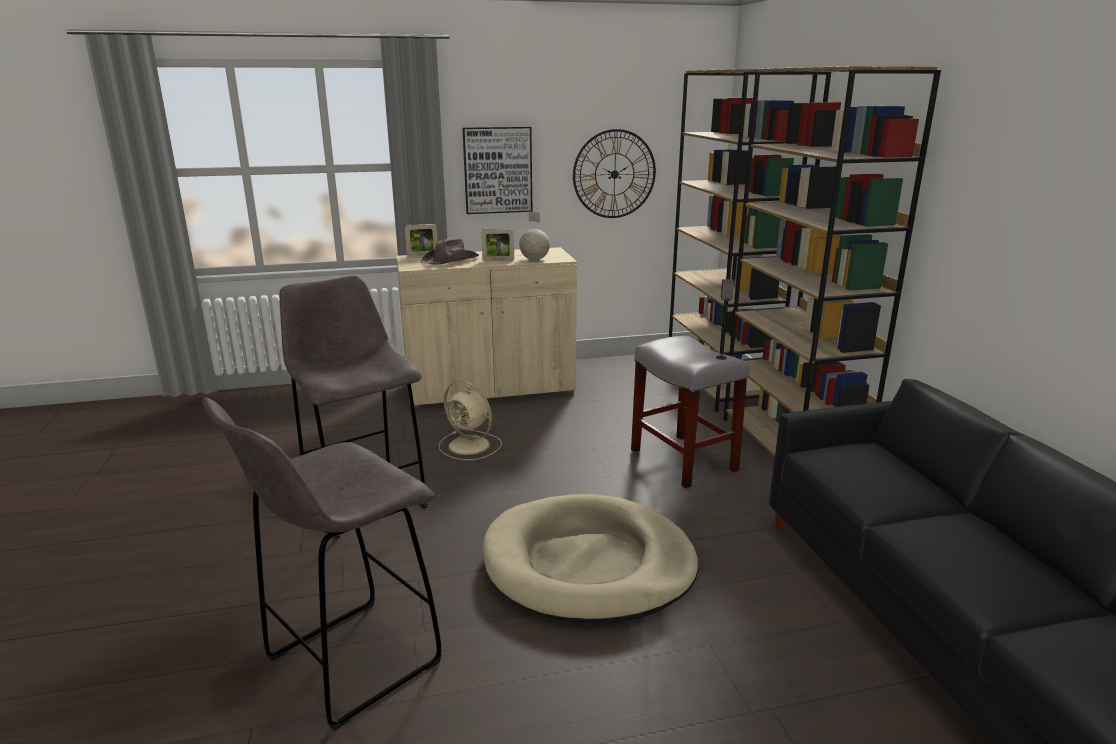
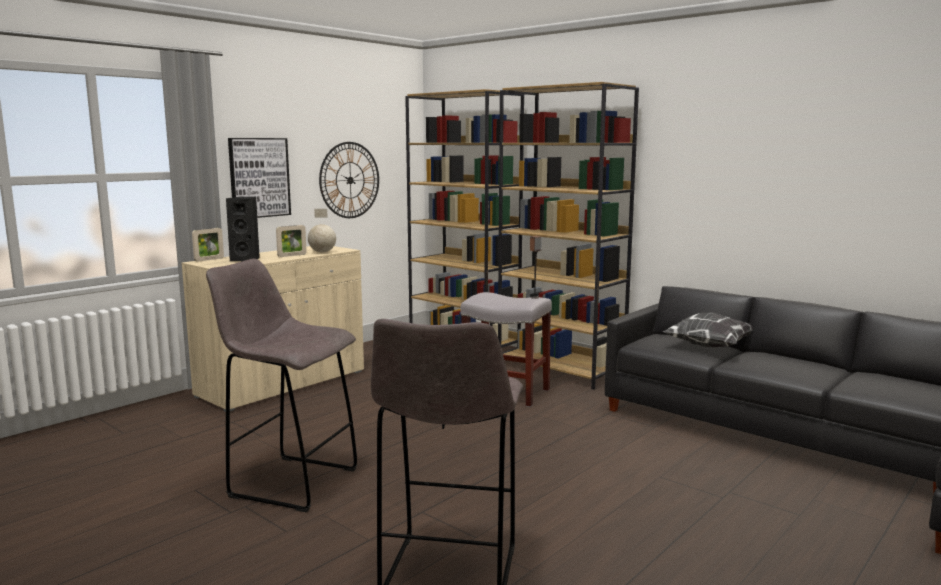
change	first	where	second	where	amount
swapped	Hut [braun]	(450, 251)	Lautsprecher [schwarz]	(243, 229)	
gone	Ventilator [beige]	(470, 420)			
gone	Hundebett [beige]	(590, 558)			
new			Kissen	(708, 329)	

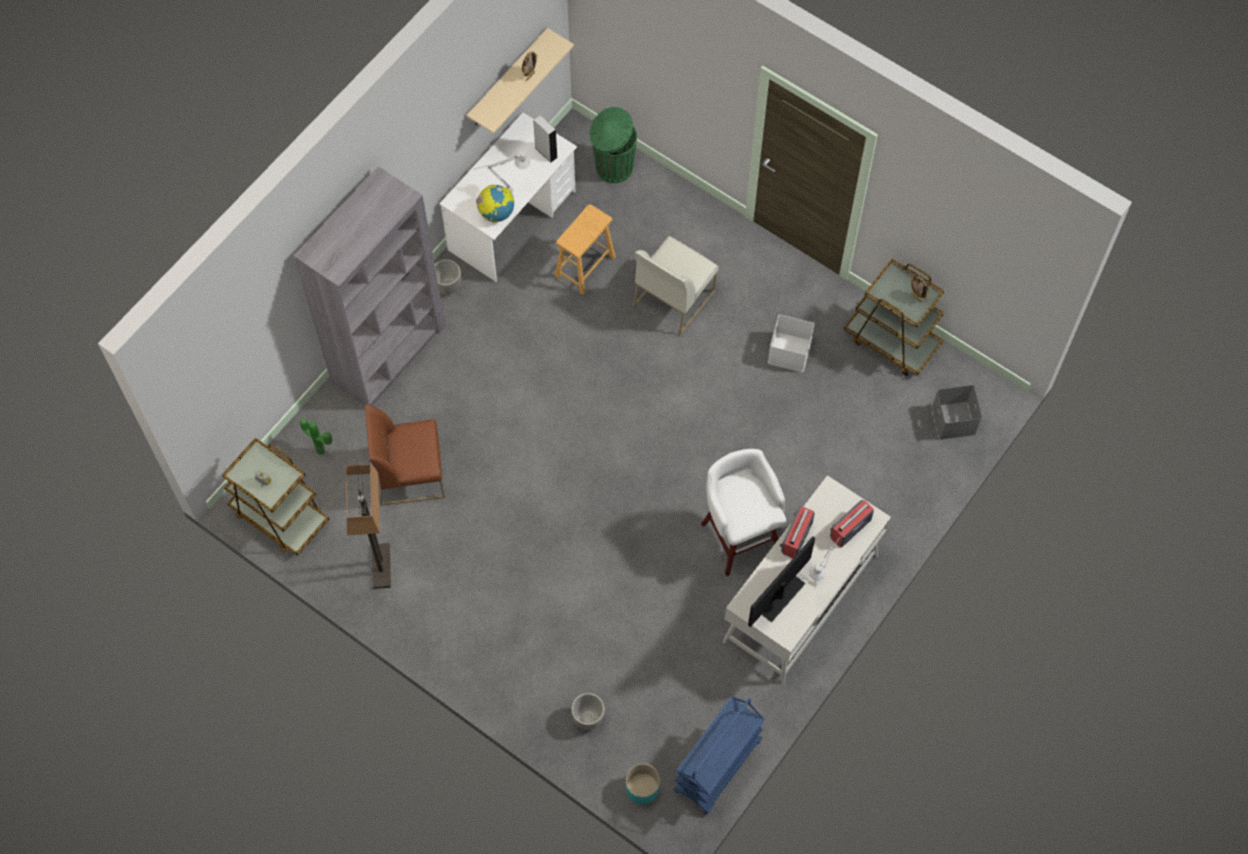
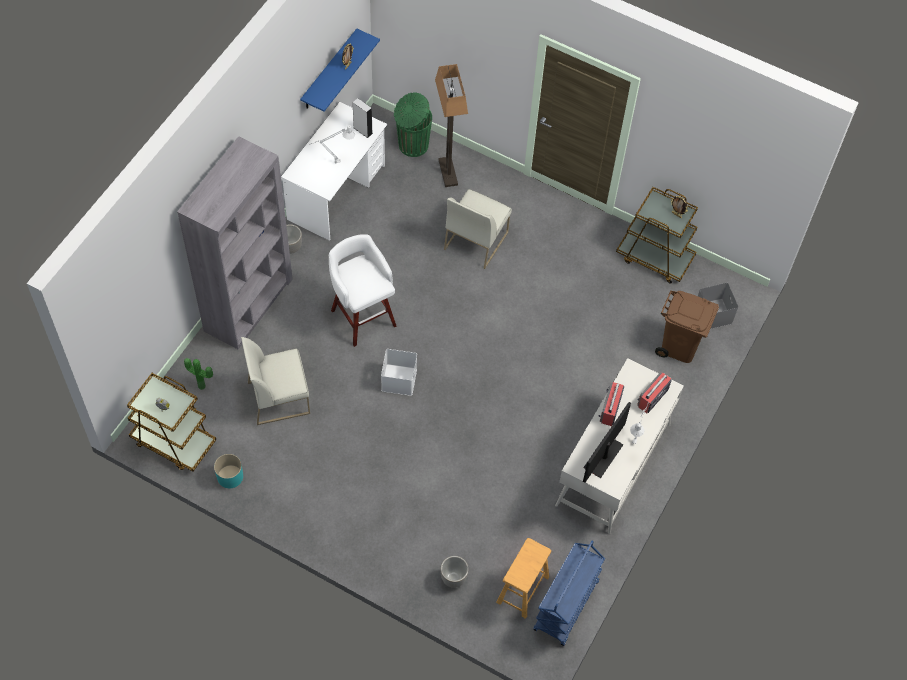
change	first	where	second	where	amount
shifted	Stehlampe	(368, 526)		(451, 125)	
repainted	Stuhl [braun]	(405, 455)	Stuhl [weiß]	(275, 381)	
repainted	Wandregal [beige]	(520, 81)	Wandregal [blau]	(340, 70)	
gone	Globus	(495, 203)			
shifted	Hocker [braun]	(585, 249)		(523, 578)	
shifted	Pflanzkübel [türkis]	(643, 784)		(228, 471)	
shifted	Hocker [weiß]	(743, 512)		(363, 290)	
shifted	Aufbewahrungsbox [weiß]	(791, 343)		(399, 372)	
new			Mülleimer [braun]	(687, 327)	

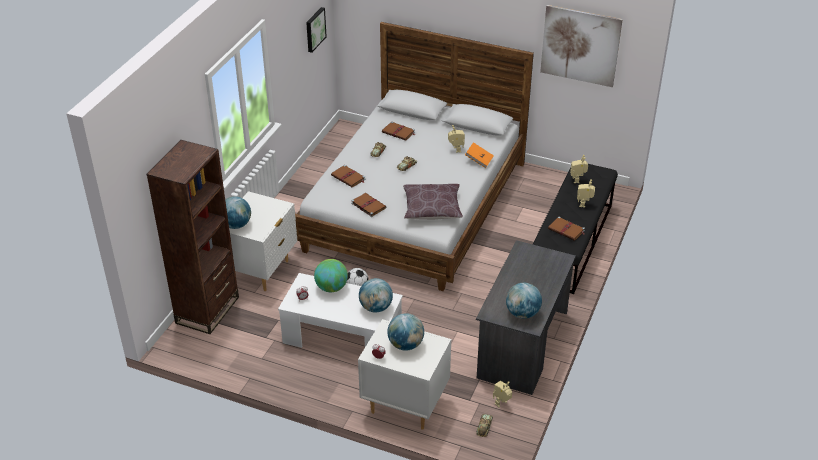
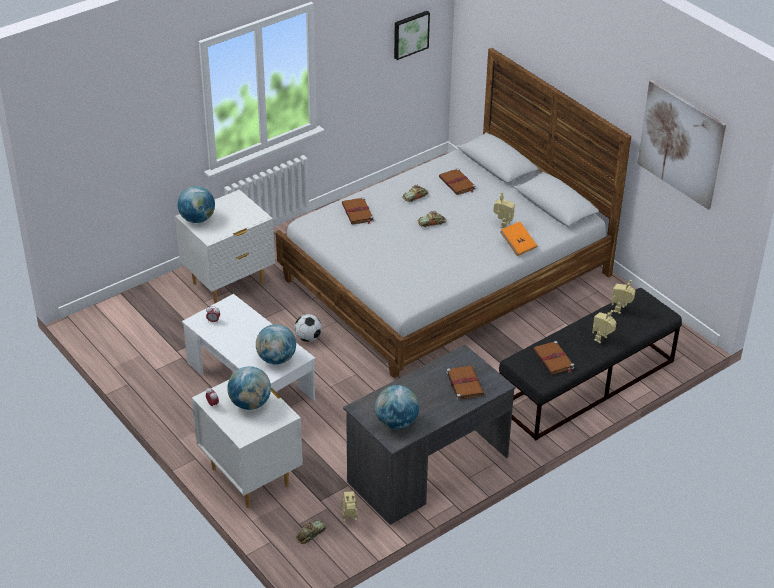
change	first	where	second	where	amount
gone	Bücherregal [braun]	(193, 237)			
gone	Globus	(331, 275)			
shifted	Buch [braun]	(368, 205)		(465, 382)	
gone	Kissen [braun]	(433, 202)			

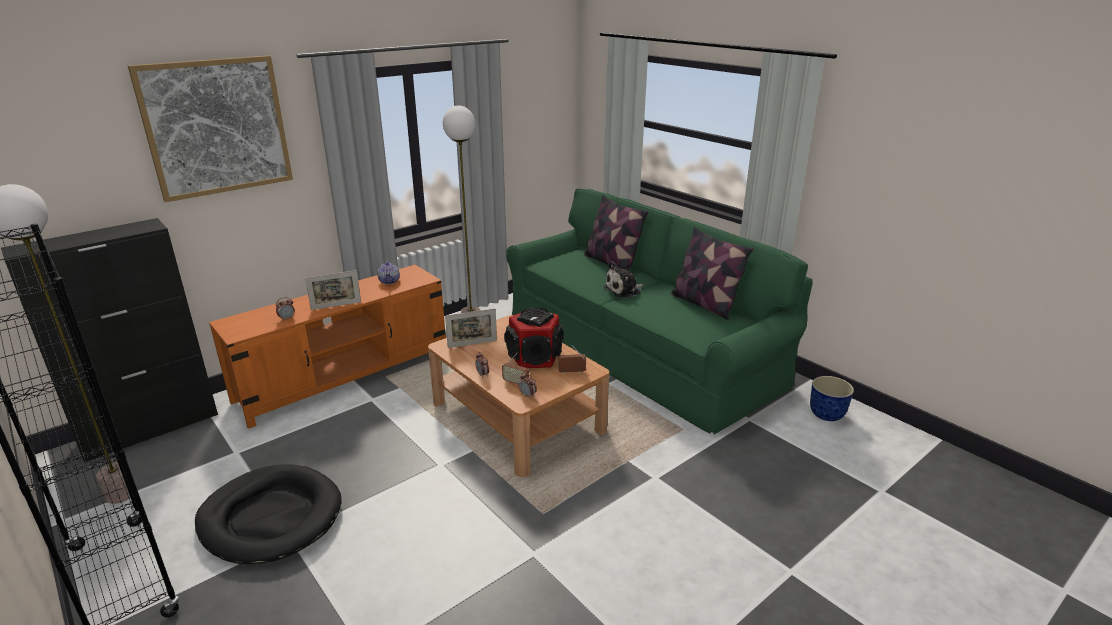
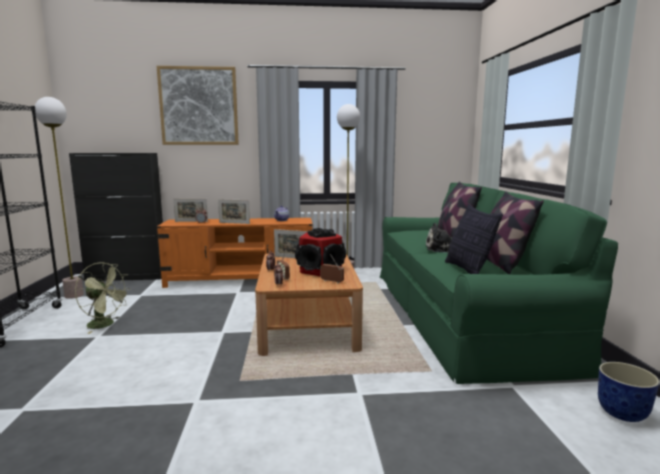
change	first	where	second	where	amount
swapped	Hundebett [schwarz]	(268, 514)	Ventilator [grün]	(103, 298)	
new			Bilderrahmen	(190, 210)	
new			Kissen	(474, 239)	

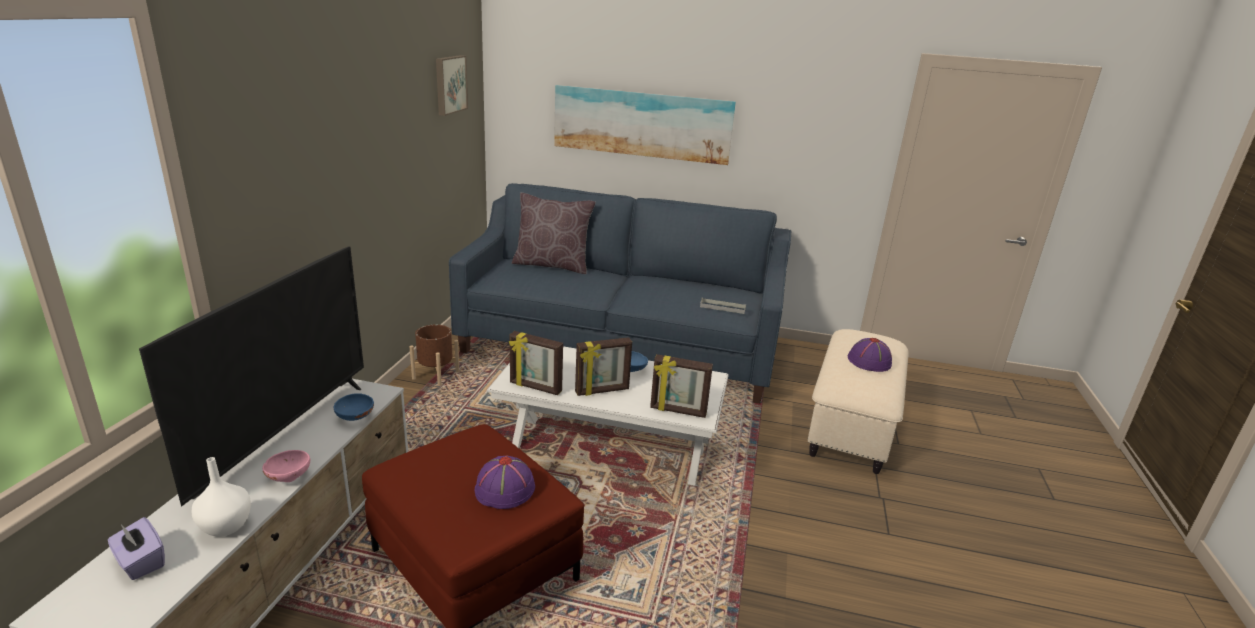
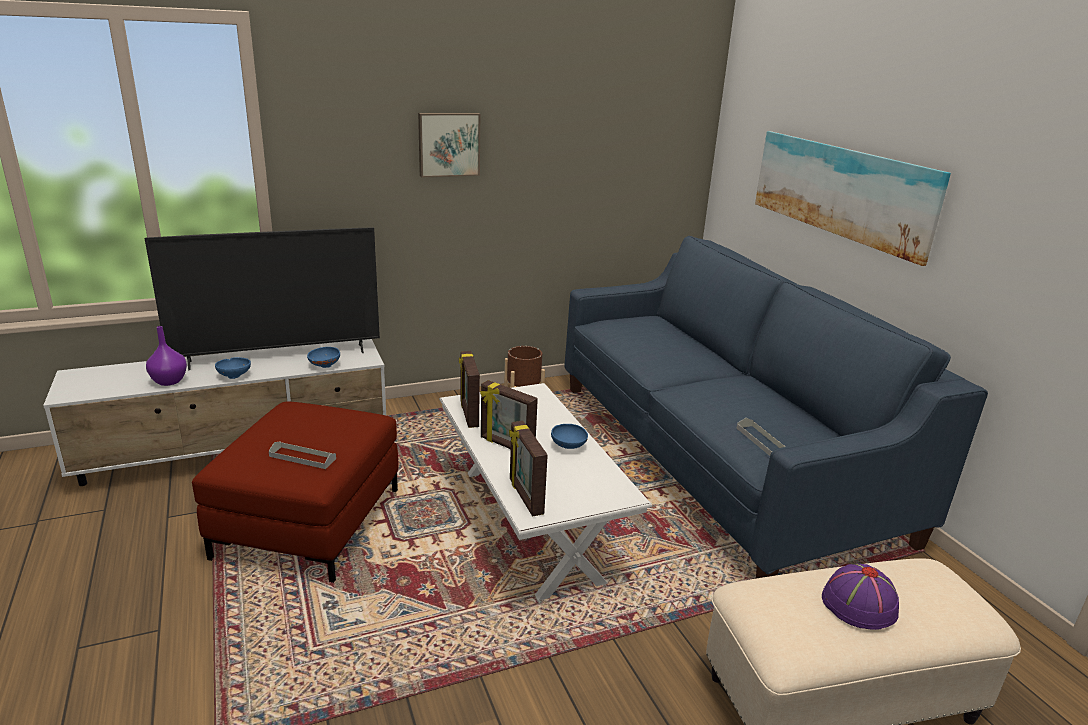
change	first	where	second	where	amount
gone	Taschentuchbox [lila]	(136, 548)			
repainted	Vase [weiß]	(221, 497)	Vase [lila]	(166, 356)	
repainted	Schüssel [rosa]	(286, 466)	Schüssel [blau]	(233, 368)	
shifted	Bild	(452, 85)		(449, 145)	
swapped	Hut [lila]	(504, 482)	Tablett [grau]	(302, 455)	
gone	Kissen [braun]	(554, 233)			

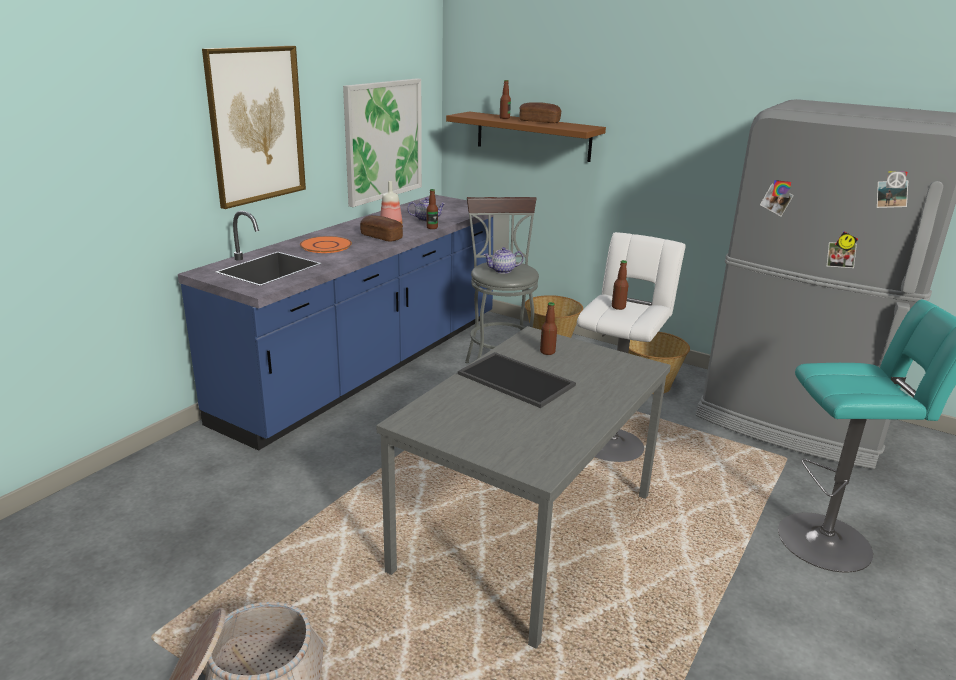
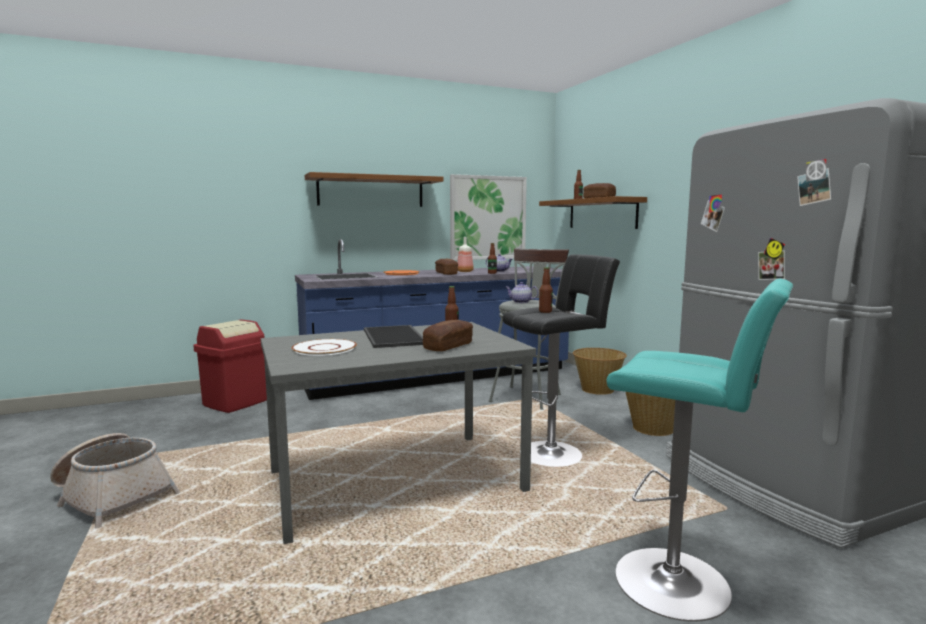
change	first	where	second	where	amount
swapped	Bild	(254, 127)	Wandregal [braun]	(374, 189)	
repainted	Hocker [weiß]	(631, 347)	Hocker [schwarz]	(561, 360)	
new			Mülleimer [rot]	(230, 366)	
new			Teller [weiß]	(324, 347)	
new			Brot	(448, 335)	

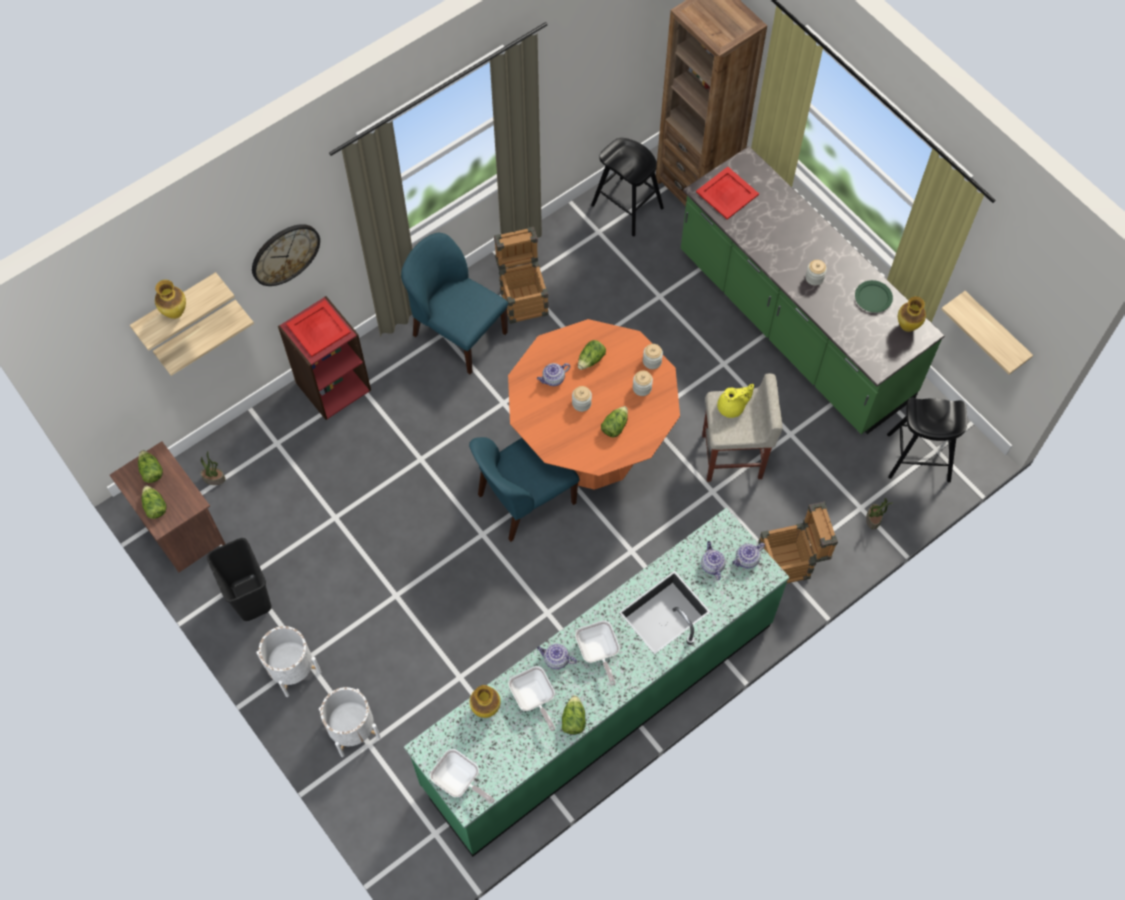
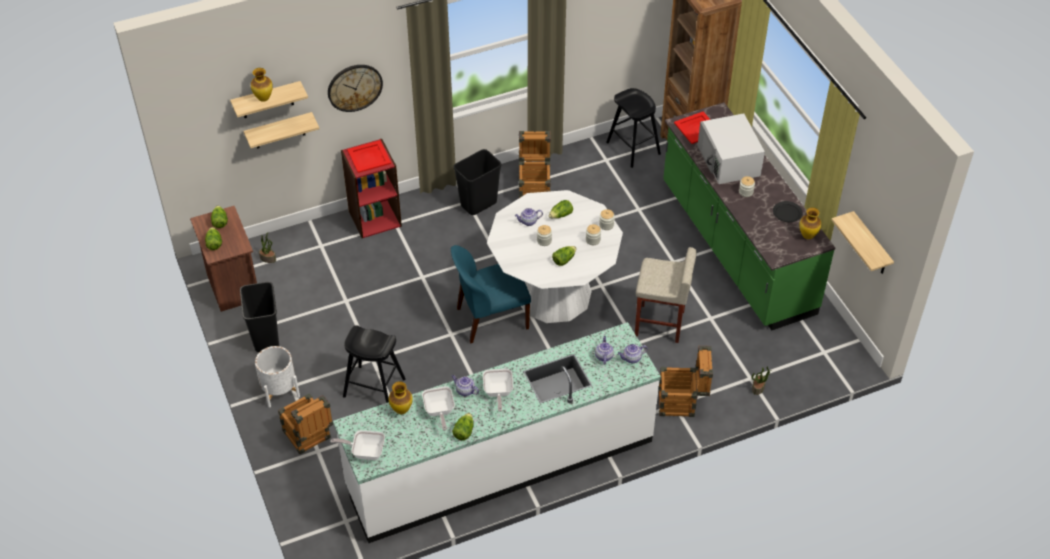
change	first	where	second	where	amount
swapped	Pflanzkübel [weiß]	(350, 722)	Kiste	(305, 423)	
swapped	Stuhl [blau]	(454, 303)	Mülleimer [schwarz]	(477, 182)	
repainted	Küchenzeile [grün]	(596, 682)	Küchenzeile [weiß]	(497, 432)	
rotated	Pfanne	(462, 776)		(358, 445)	135 degrees clockwise
repainted	Esstisch [orange]	(594, 404)	Esstisch [weiß]	(555, 256)	
gone	Teekanne [gelb]	(735, 401)			
repainted	Teller [grün]	(874, 296)	Teller [schwarz]	(788, 211)	
shifted	Hocker [schwarz]	(927, 440)		(374, 364)	
new			Mikrowelle [weiß]	(731, 148)	

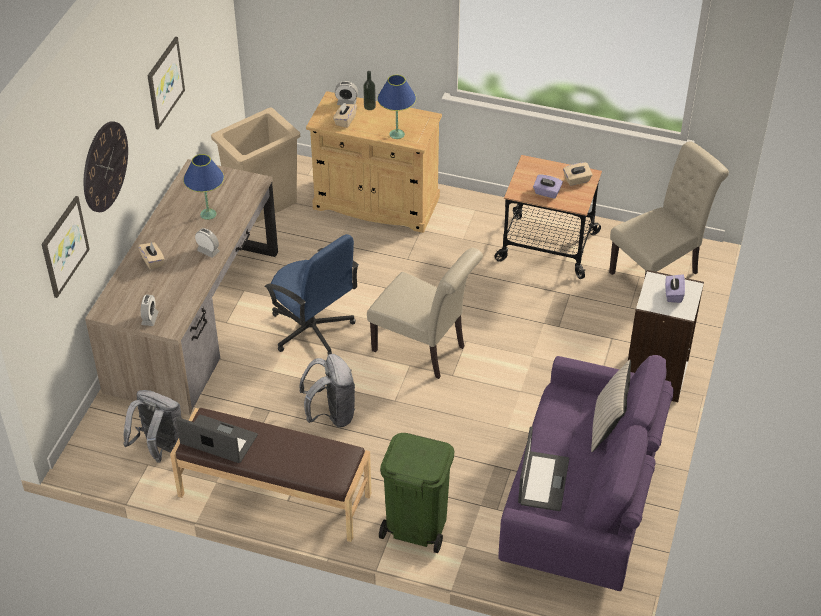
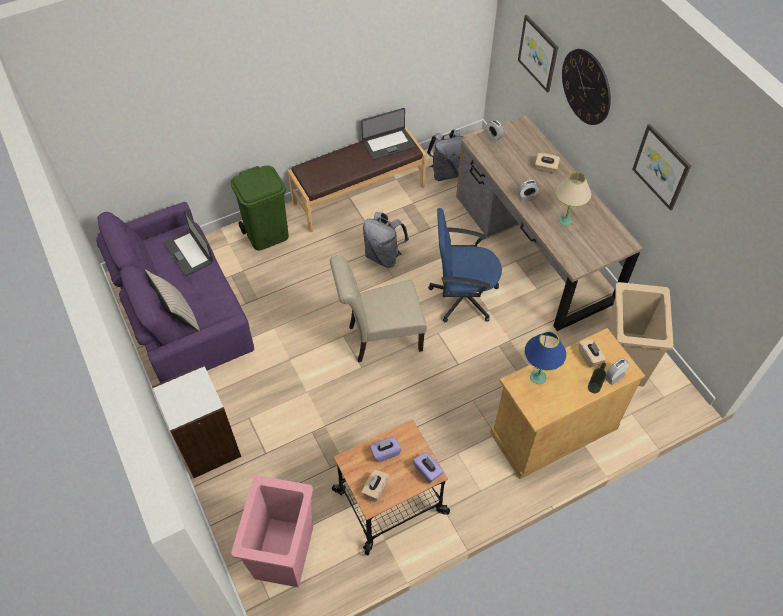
change	first	where	second	where	amount
repainted	Tischlampe [blau]	(203, 187)	Tischlampe [beige]	(573, 199)	
swapped	Stuhl [beige]	(669, 210)	Mülleimer [rosa]	(272, 531)	
shifted	Taschentuchbox [lila]	(675, 289)		(428, 467)	

